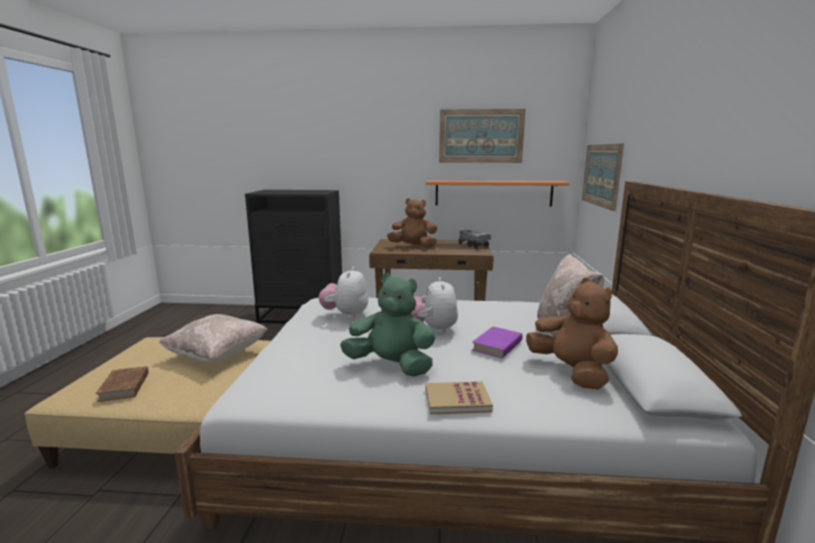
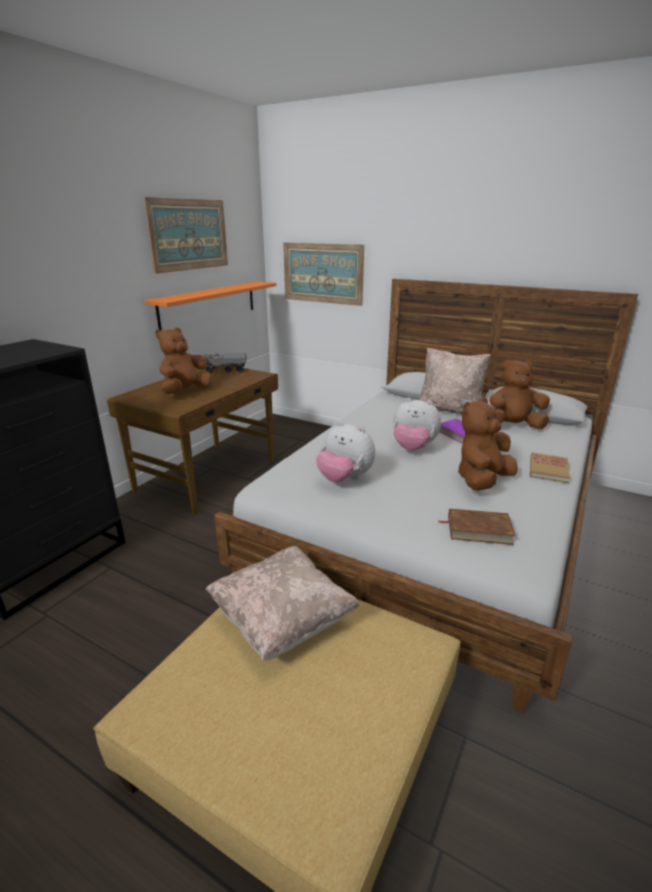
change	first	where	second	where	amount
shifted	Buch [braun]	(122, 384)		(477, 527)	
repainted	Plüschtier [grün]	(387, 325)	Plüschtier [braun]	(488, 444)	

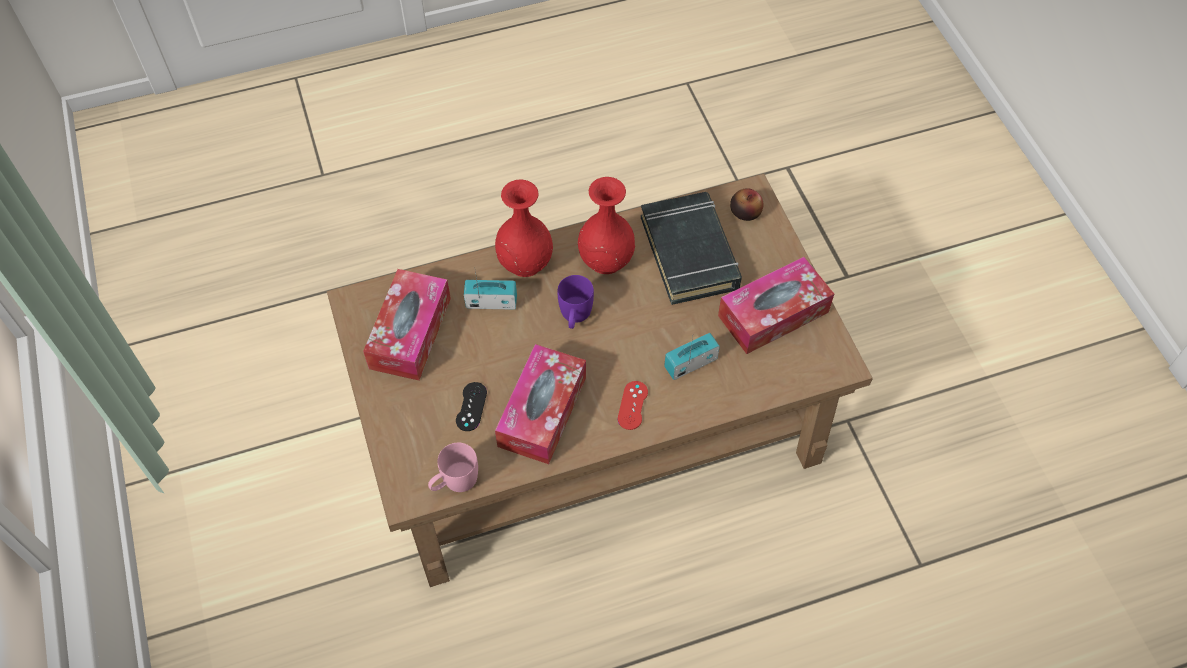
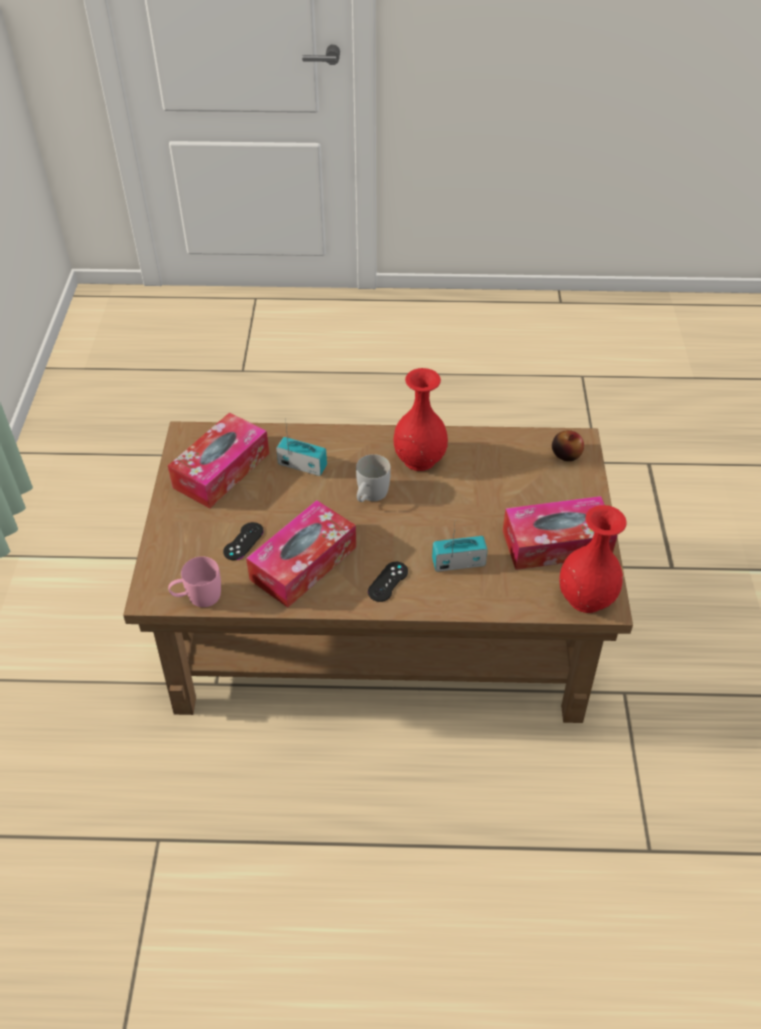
change	first	where	second	where	amount
shifted	Vase [rot]	(524, 228)		(593, 559)	
repainted	Henkelbecher [lila]	(575, 302)	Henkelbecher [weiß]	(373, 478)	
repainted	Gamepad [rot]	(633, 405)	Gamepad [schwarz]	(388, 582)	
gone	Buch [schwarz]	(691, 248)			

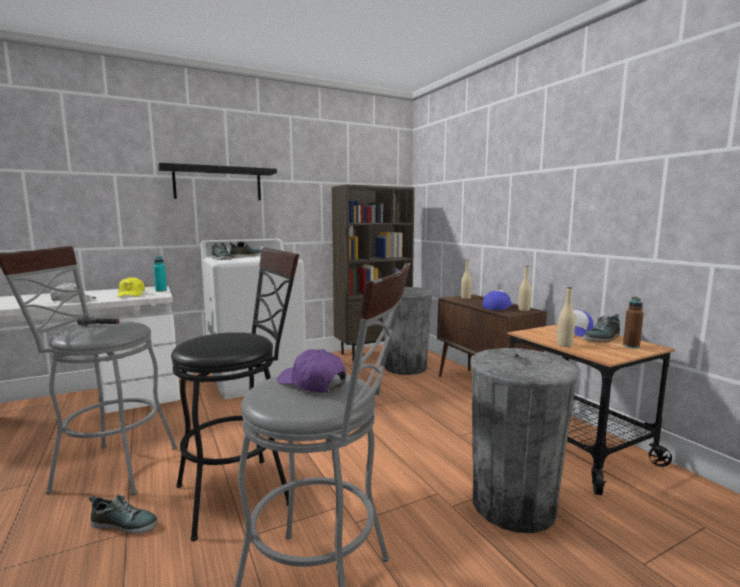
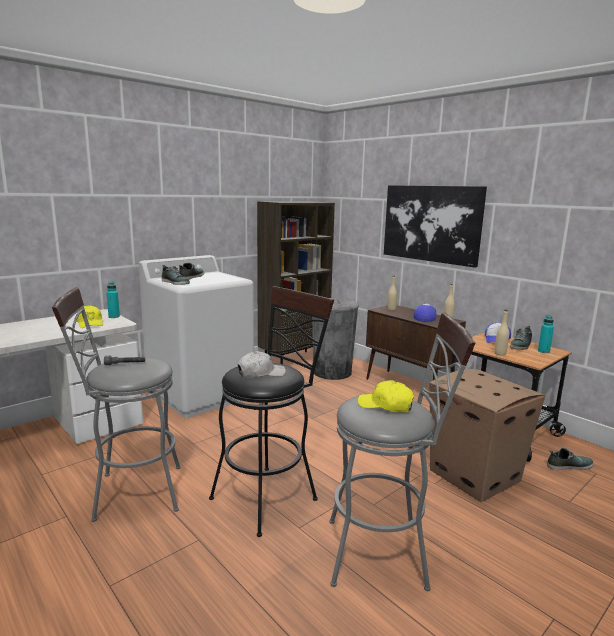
change	first	where	second	where	amount
shifted	Kappe [weiß]	(73, 292)		(262, 364)	
shifted	Schuh	(123, 514)		(570, 459)	
gone	Wandregal [schwarz]	(217, 181)			
repainted	Kappe [lila]	(311, 371)	Kappe [gelb]	(386, 396)	
swapped	Mülleimer [grau]	(524, 440)	Karton	(487, 435)	
repainted	Flasche [braun]	(633, 322)	Flasche [türkis]	(546, 334)	
new			Bild	(435, 226)	

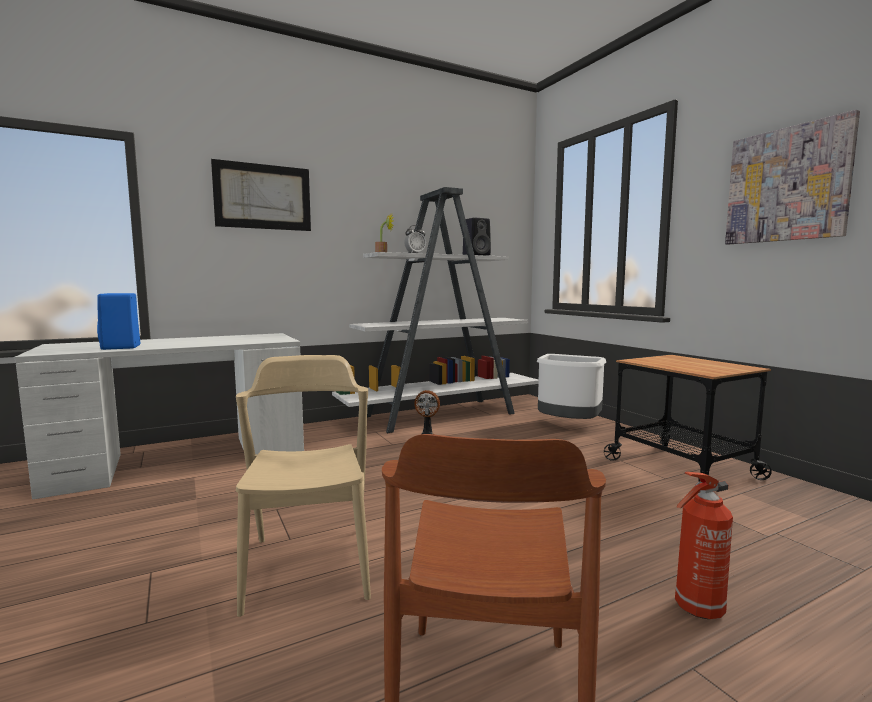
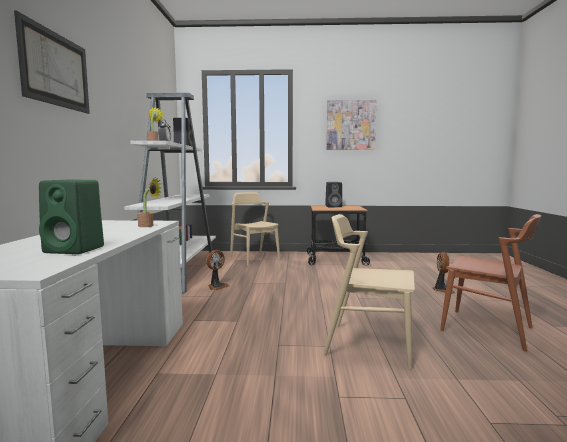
change	first	where	second	where	amount
repainted	Lautsprecher [blau]	(118, 321)	Lautsprecher [grün]	(71, 217)	
swapped	Mülleimer [weiß]	(571, 386)	Stuhl [beige]	(255, 228)	
swapped	Feuerlöscher	(704, 545)	Ventilator	(444, 273)	
new			Topfpflanze	(149, 202)	
new			Lautsprecher [schwarz]	(333, 194)	

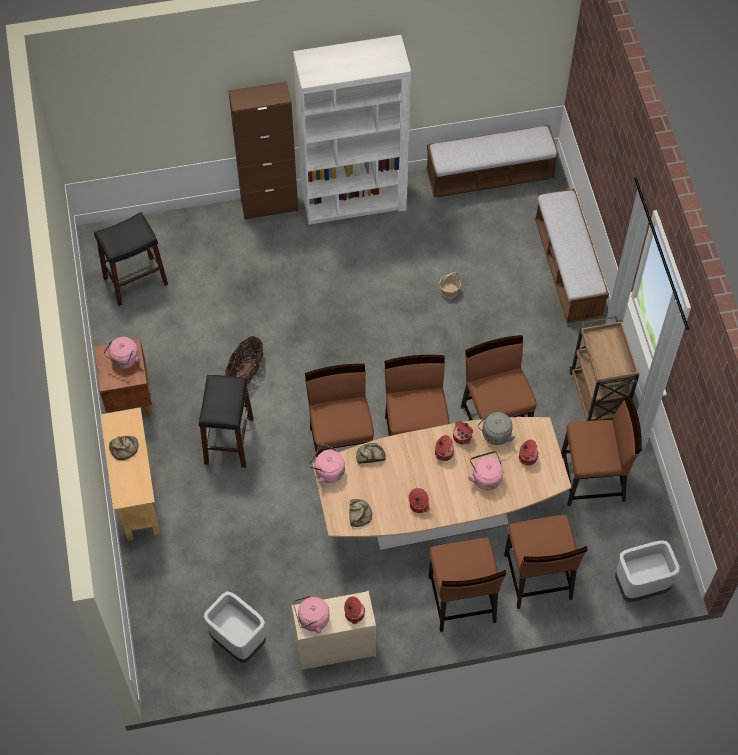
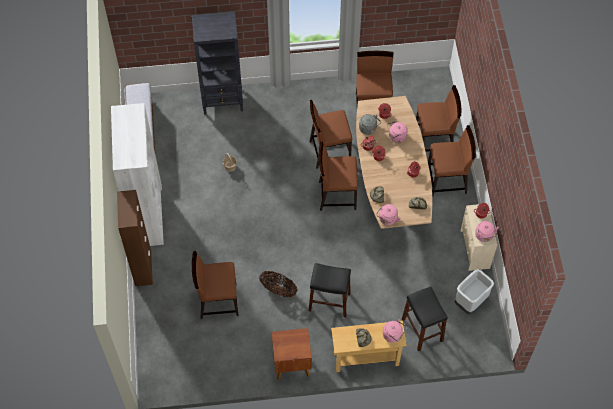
change	first	where	second	where	amount
shifted	Hocker [schwarz]	(131, 259)		(425, 319)	
shifted	Wasserkessel [rosa]	(122, 353)		(395, 330)	
shifted	Stuhl [braun]	(339, 410)		(215, 285)	
swapped	Bank	(572, 256)	Bücherregal [schwarz]	(217, 63)	
gone	Rollwagen [braun]	(604, 368)			
gone	Mülleimer [grau]	(647, 571)			

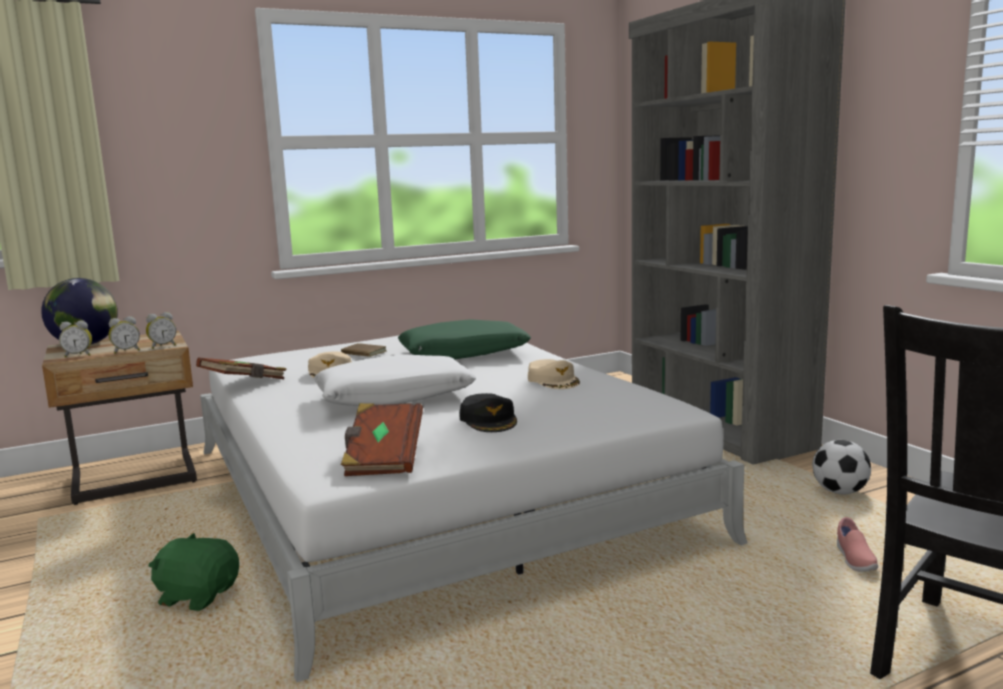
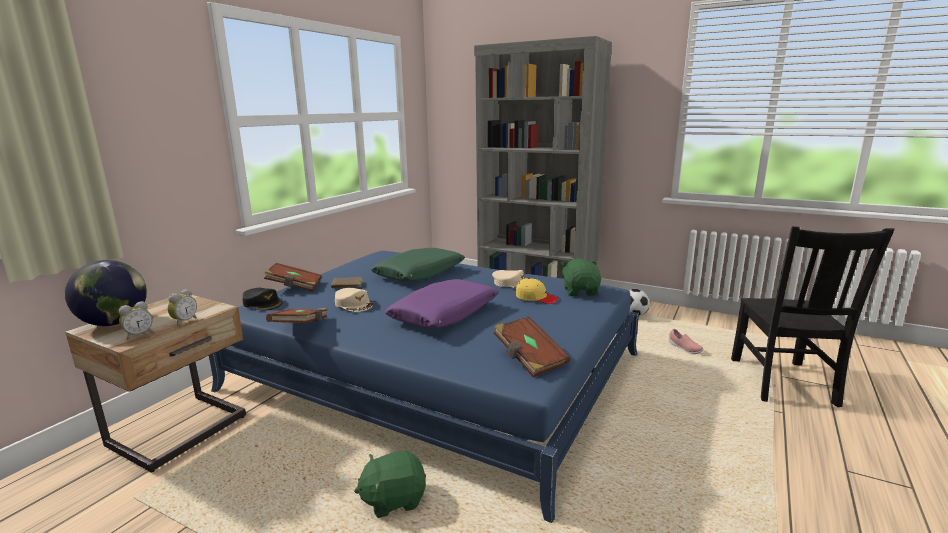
change	first	where	second	where	amount
gone	Wecker	(161, 330)			
repainted	Bett [weiß]	(473, 509)	Bett [blau]	(424, 387)	
repainted	Kissen [weiß]	(395, 380)	Kissen [lila]	(442, 303)	
shifted	Kappe [schwarz]	(488, 412)		(262, 299)	
new			Buch [braun]	(293, 277)	
new			Kappe [gelb]	(537, 291)	
new			Plüschtier [grün]	(581, 277)	

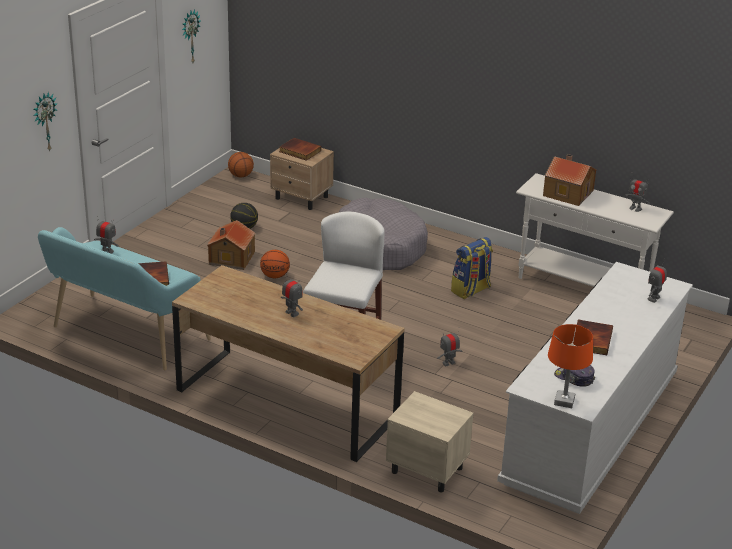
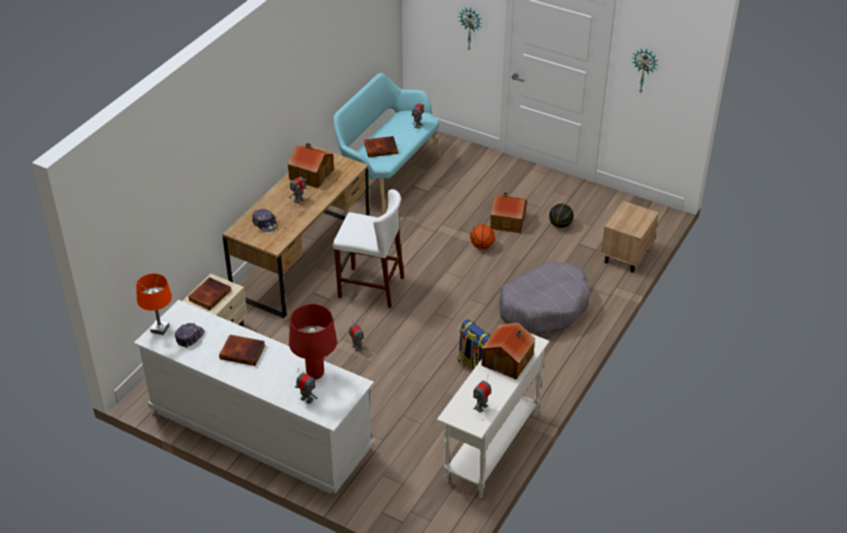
change	first	where	second	where	amount
gone	Basketball	(241, 164)			
shifted	Buch	(300, 149)		(209, 293)	
new			Kappe	(265, 220)	
new			Spielzeughaus	(311, 165)	
new			Tischlampe [rot]	(313, 341)	

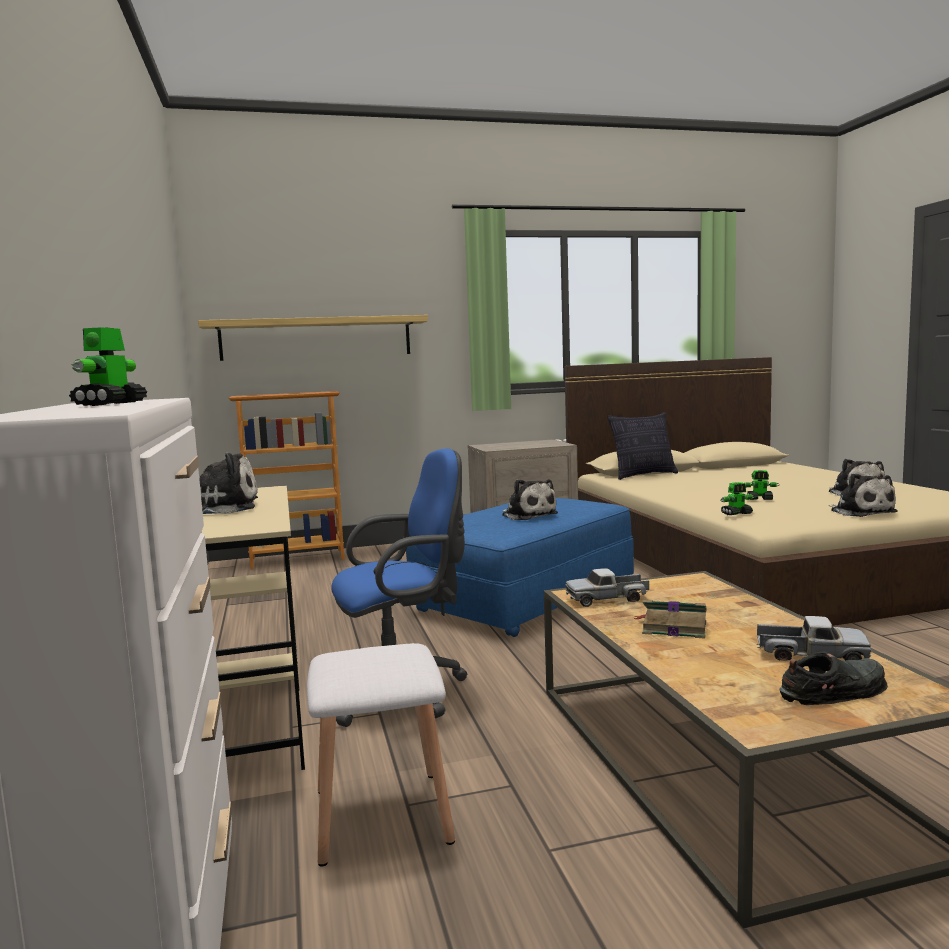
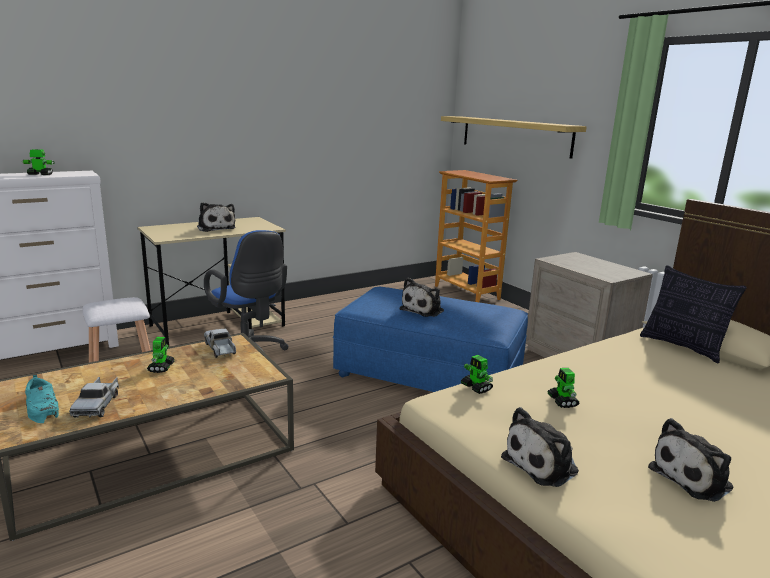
change	first	where	second	where	amount
swapped	Buch	(670, 619)	Spielzeugroboter	(161, 355)	
repainted	Schuh [schwarz]	(833, 678)	Schuh [türkis]	(42, 398)	

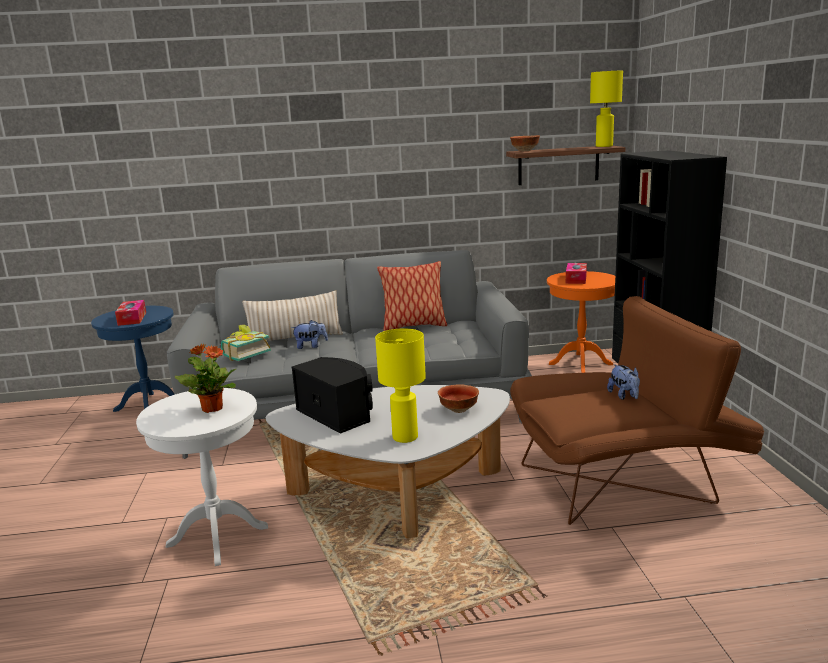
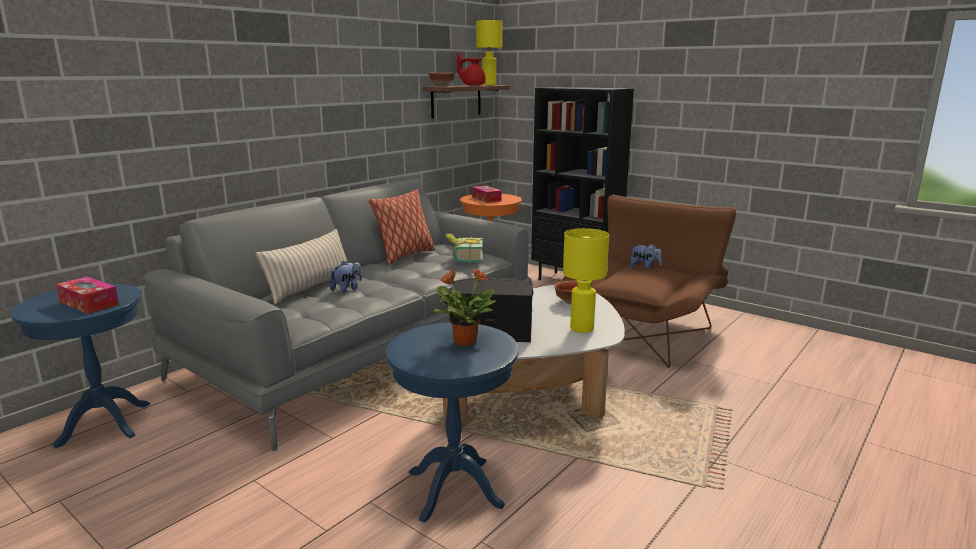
change	first	where	second	where	amount
repainted	Beistelltisch [weiß]	(202, 477)	Beistelltisch [blau]	(452, 422)	
shifted	Buch	(246, 343)		(464, 249)	
new			Teekanne [rot]	(471, 69)	

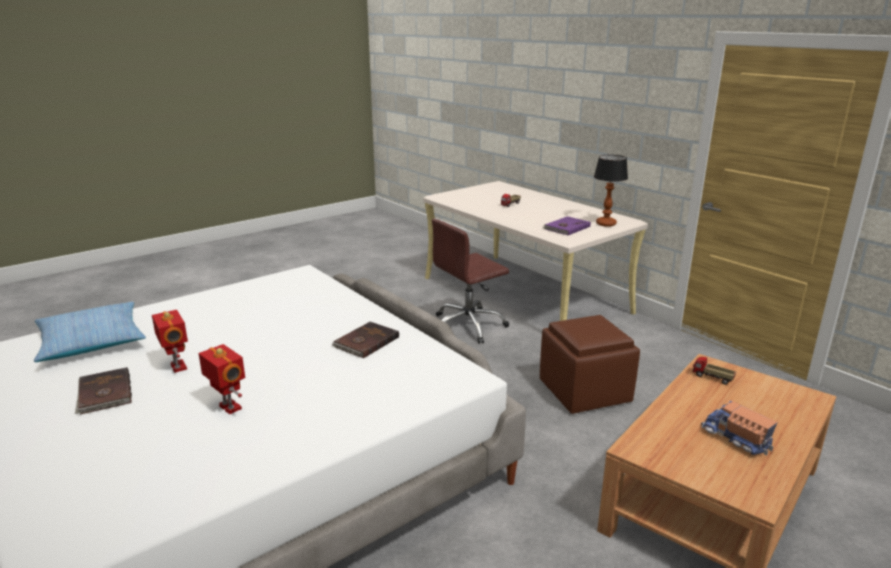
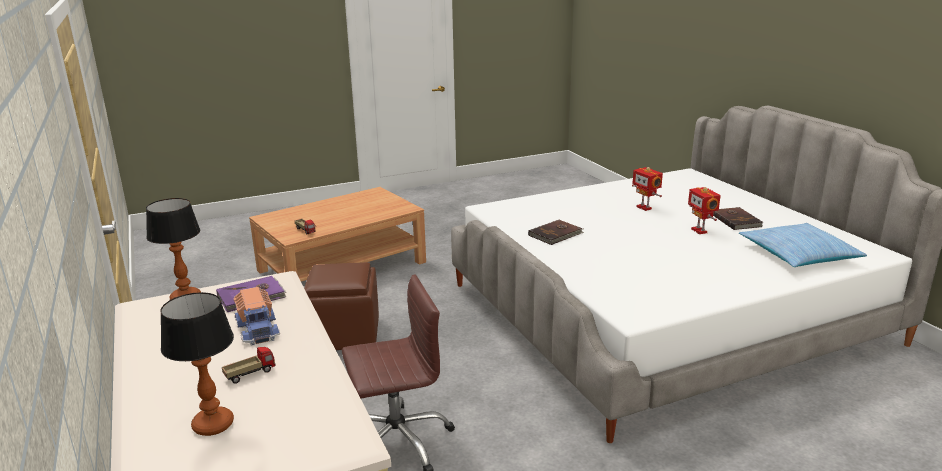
change	first	where	second	where	amount
shifted	Spielzeuglaster	(739, 428)		(256, 316)	
new			Tischlampe	(197, 364)	

